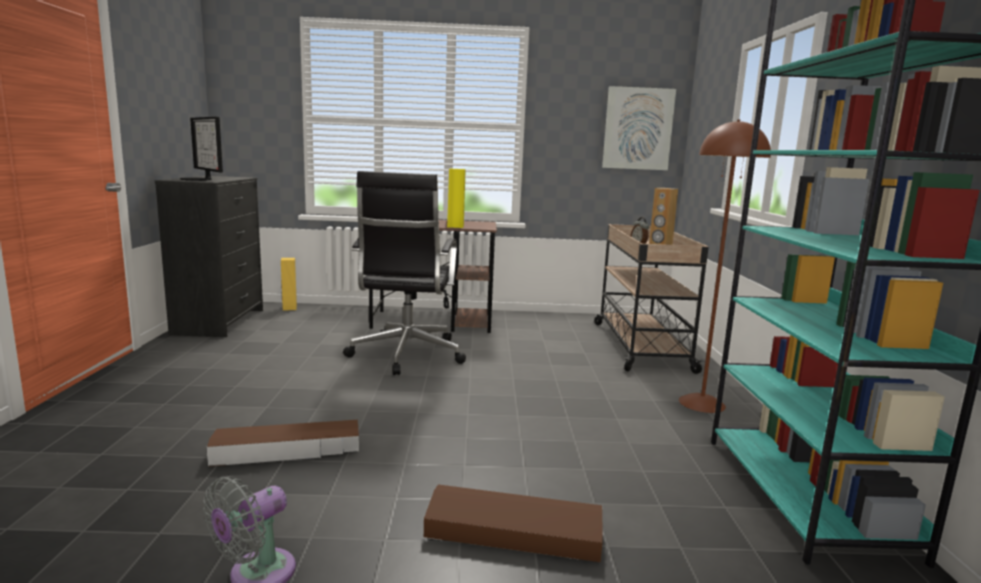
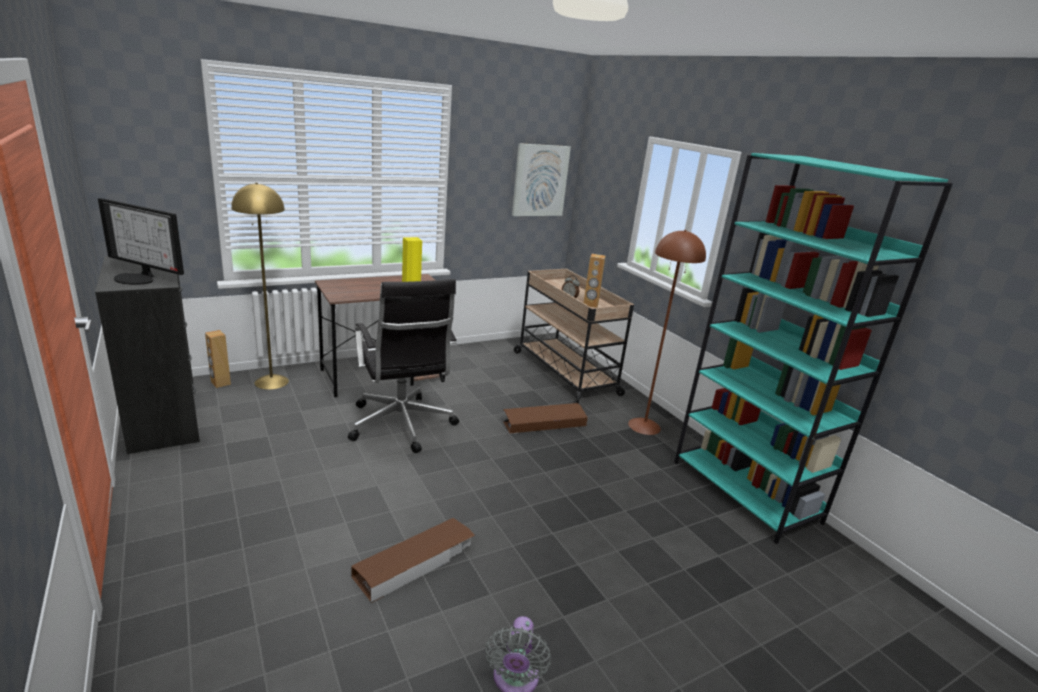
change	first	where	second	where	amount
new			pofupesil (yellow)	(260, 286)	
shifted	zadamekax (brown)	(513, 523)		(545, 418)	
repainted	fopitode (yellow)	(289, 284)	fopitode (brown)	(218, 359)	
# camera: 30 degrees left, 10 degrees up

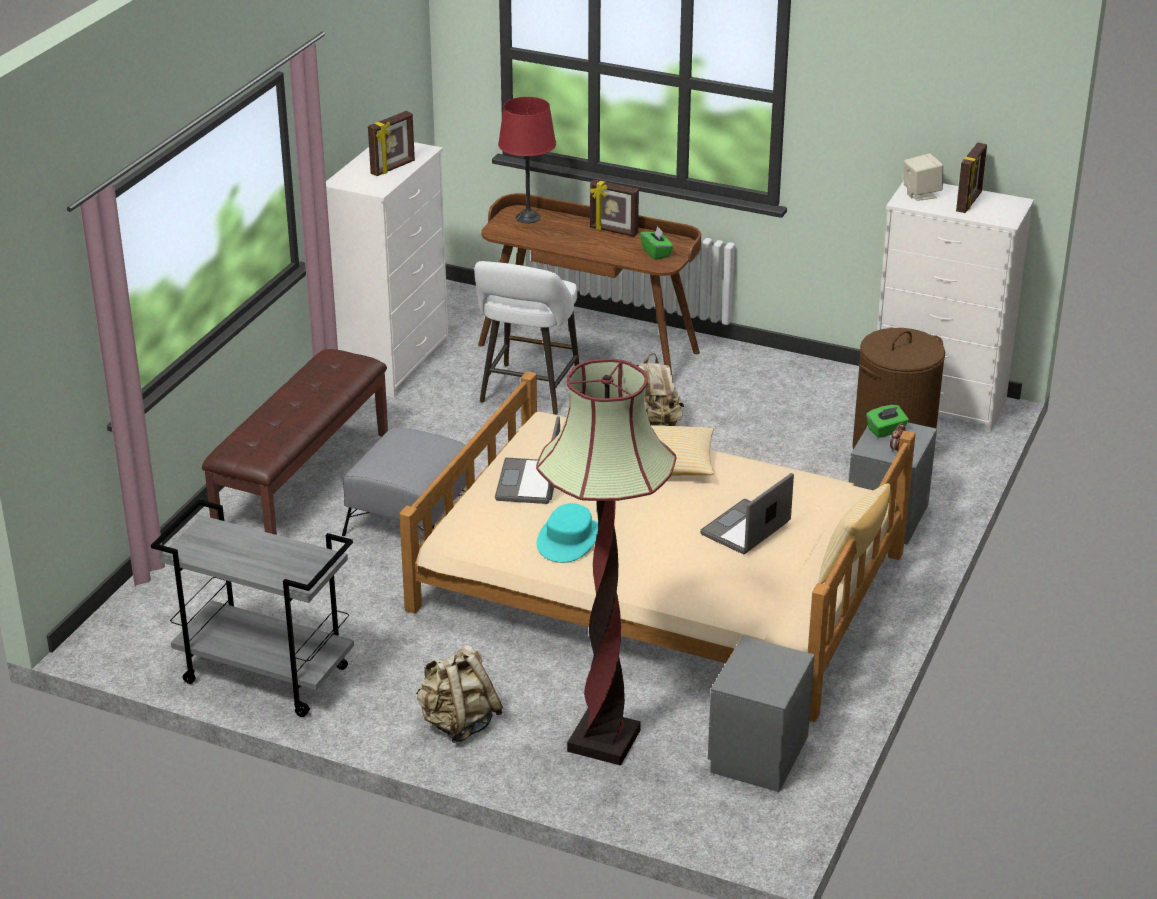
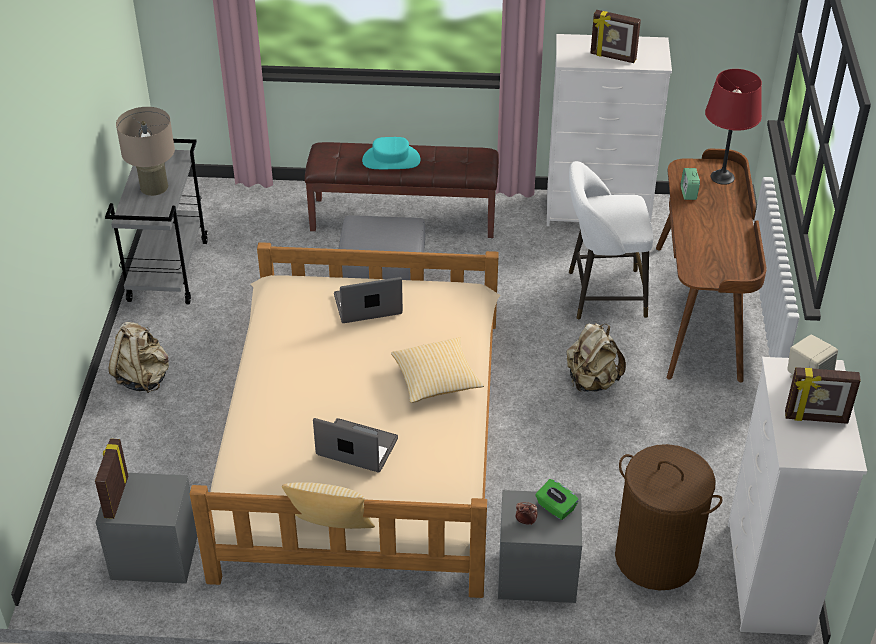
change	first	where	second	where	amount
gone	pofupesil	(606, 562)			
gone	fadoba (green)	(656, 243)			
new			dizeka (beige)	(145, 151)	
new			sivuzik	(690, 184)	
shifted	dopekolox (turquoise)	(567, 533)		(391, 153)	
shifted	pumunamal	(614, 208)		(111, 478)	
# camera: 70 degrees right, 10 degrees up

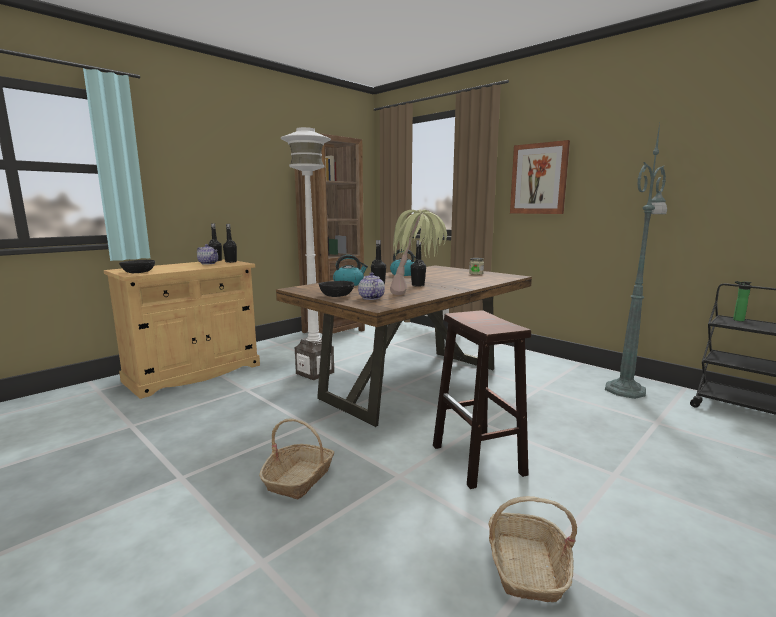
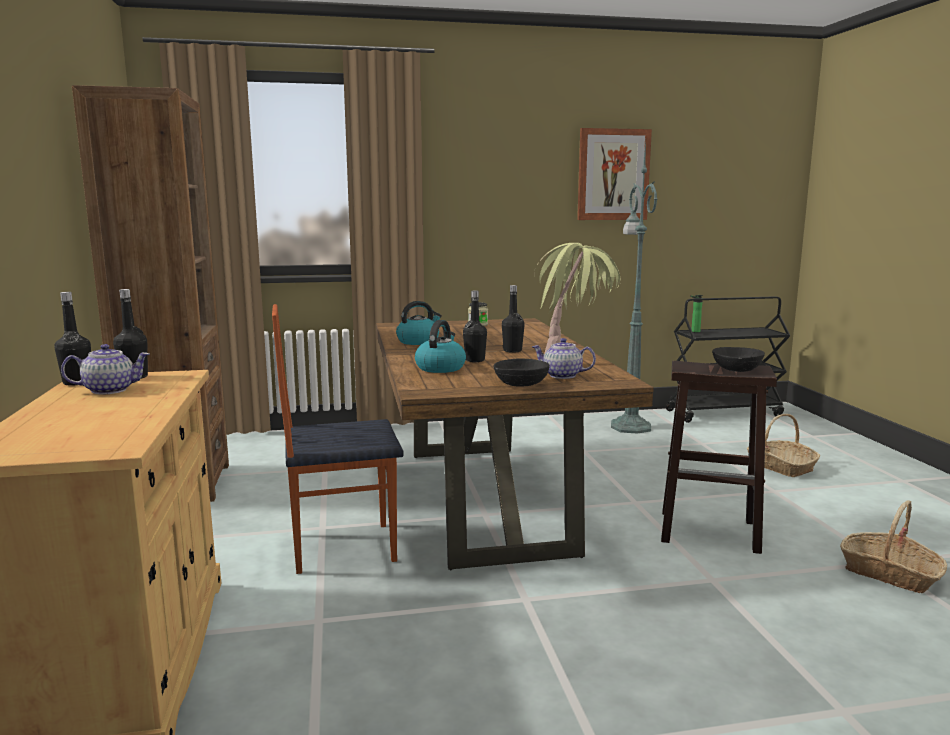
change	first	where	second	where	amount
shifted	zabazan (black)	(137, 266)		(738, 359)	
shifted	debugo	(296, 459)		(783, 445)	
shifted	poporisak	(540, 177)		(614, 174)	
swapped	pofupesil (white)	(307, 253)	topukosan	(337, 439)	
# camera: 55 degrees left, 0 degrees up

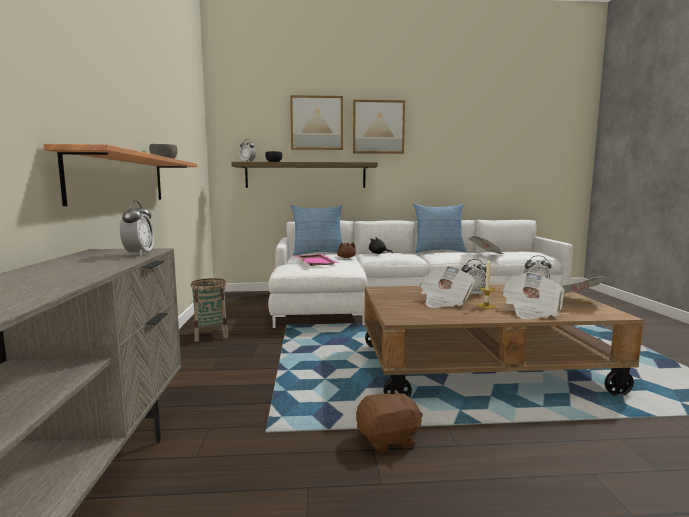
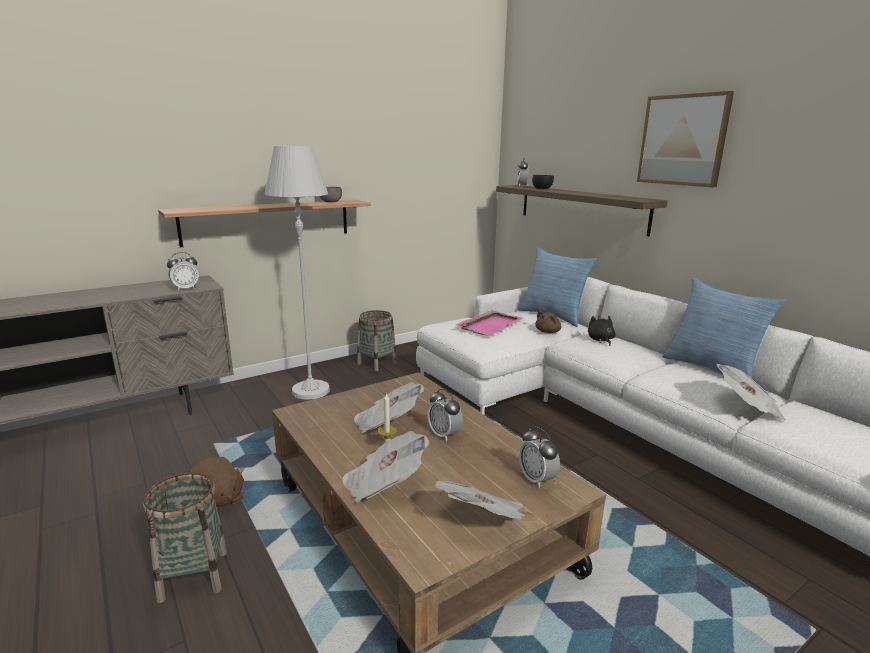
change	first	where	second	where	amount
gone	poporisak	(316, 122)			
new			debugo	(185, 537)	
new			pofupesil (white)	(297, 273)	
# camera: 60 degrees right, 10 degrees up

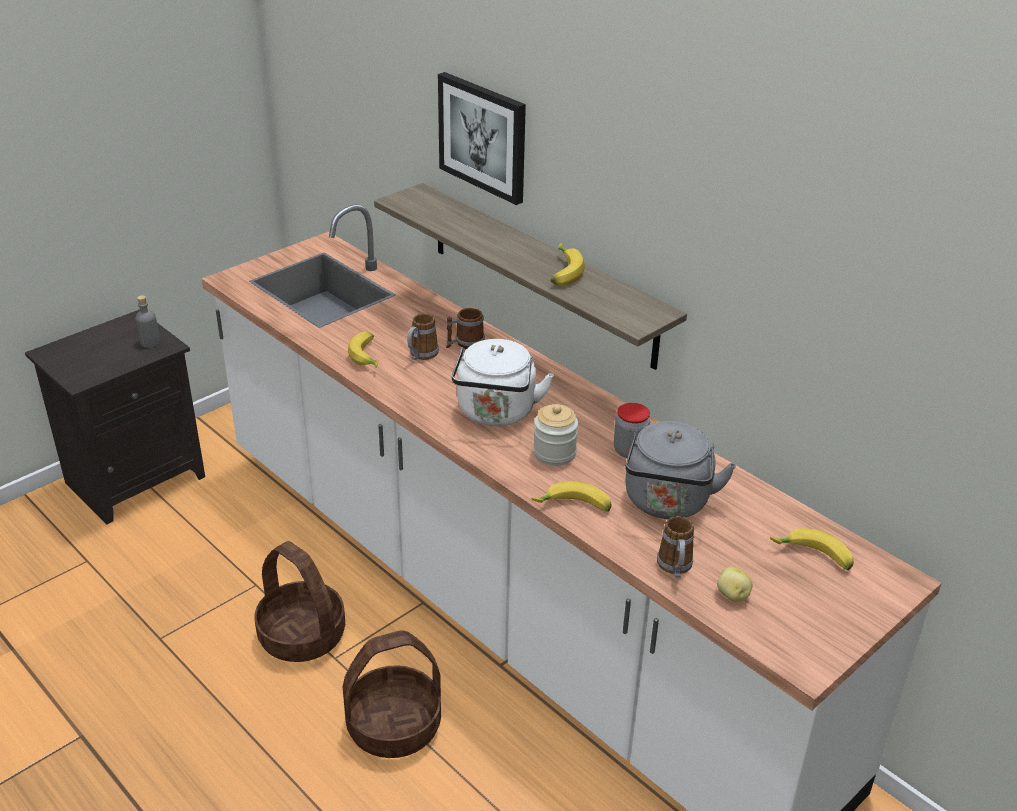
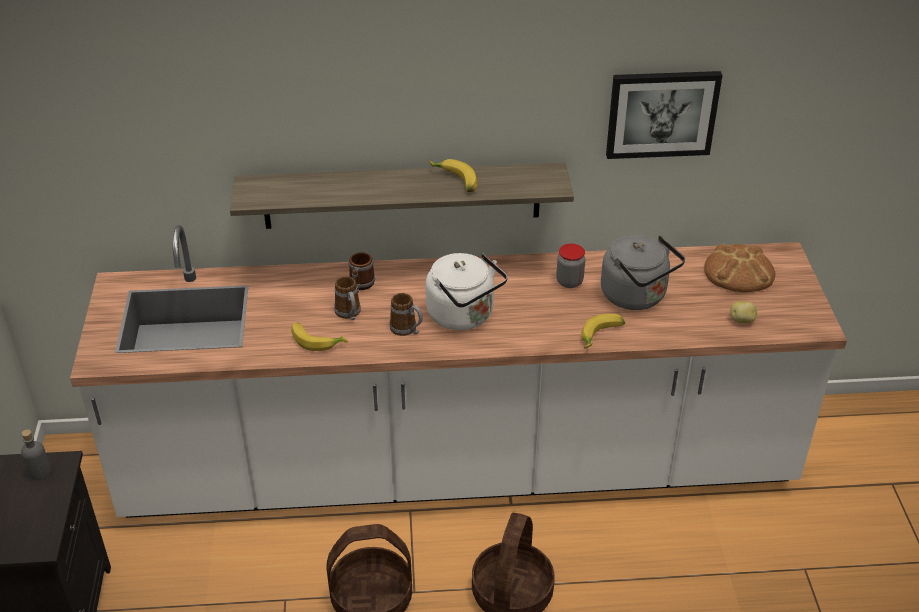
change	first	where	second	where	amount
gone	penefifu	(555, 435)			
shifted	poporisak	(482, 138)		(664, 115)	
shifted	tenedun	(675, 547)		(406, 314)	
swapped	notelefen	(812, 549)	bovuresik	(740, 268)	
# camera: 50 degrees left, 5 degrees up

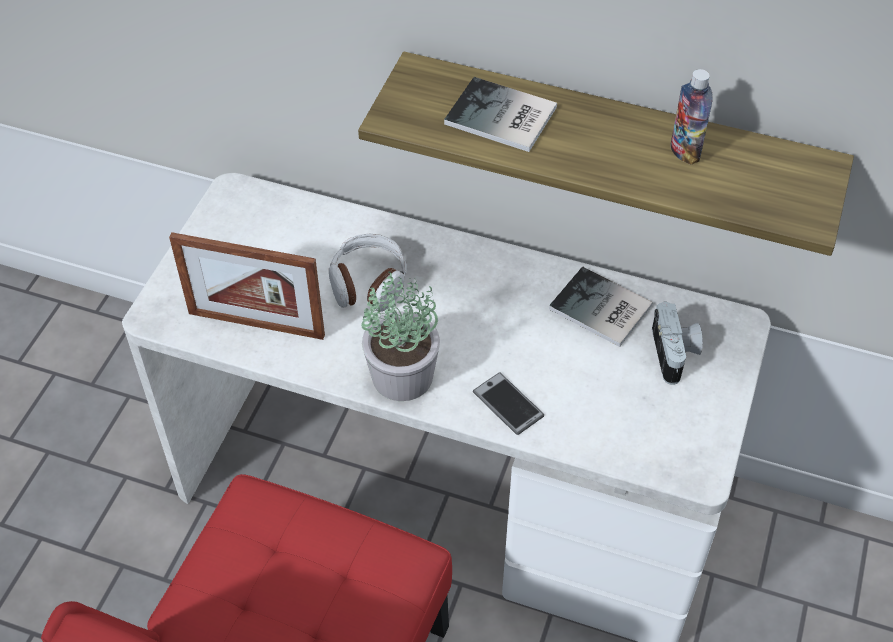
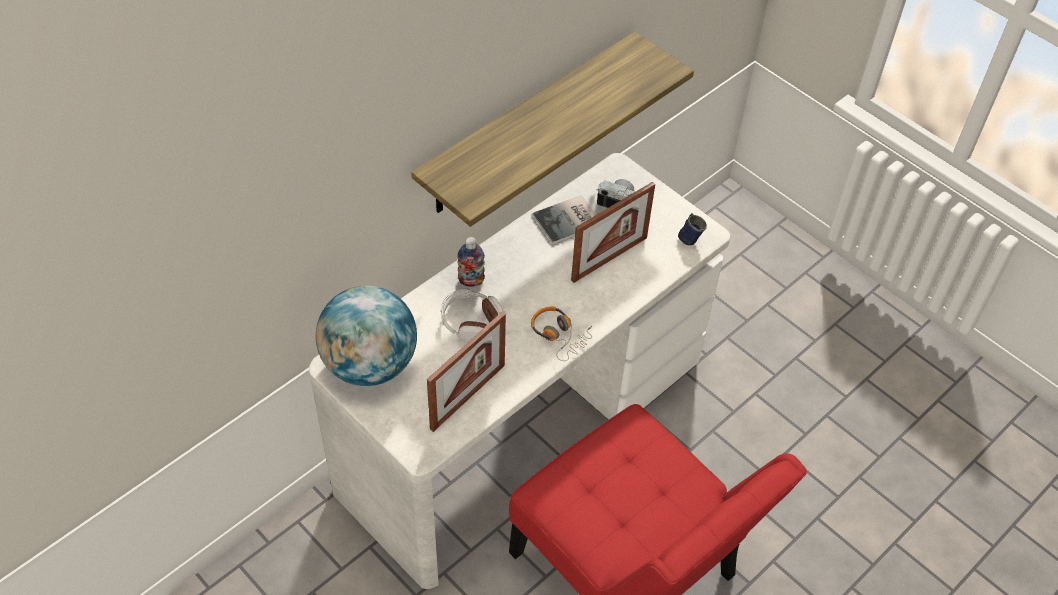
change	first	where	second	where	amount
gone	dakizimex	(500, 114)			
gone	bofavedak	(508, 403)			
new			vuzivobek	(366, 336)	
new			pumunamal	(613, 232)	
new			tenedun (blue)	(692, 229)	
shifted	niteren	(691, 117)		(471, 262)	
swapped	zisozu	(400, 336)	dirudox	(561, 334)	
# camera: 65 degrees left, 0 degrees up

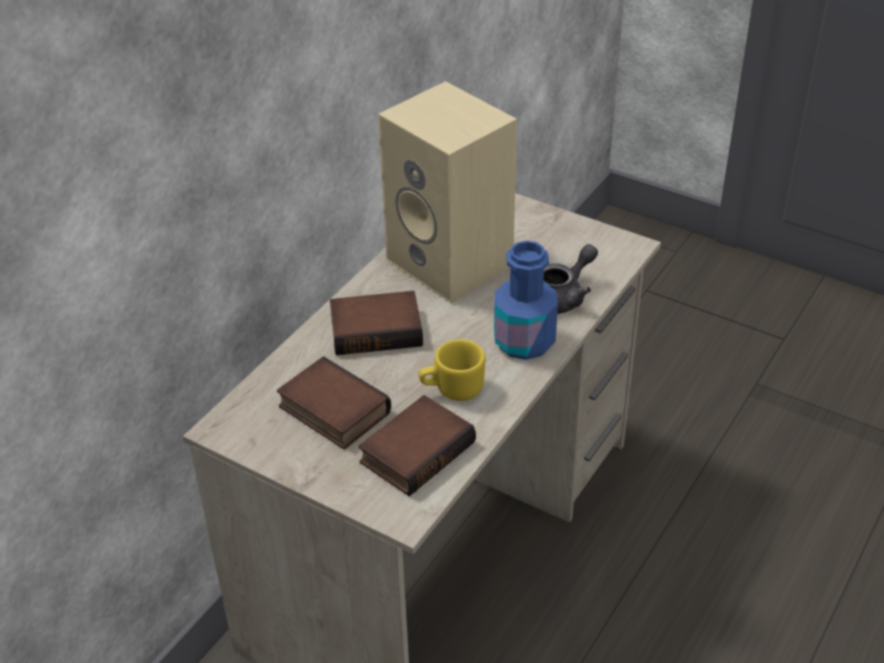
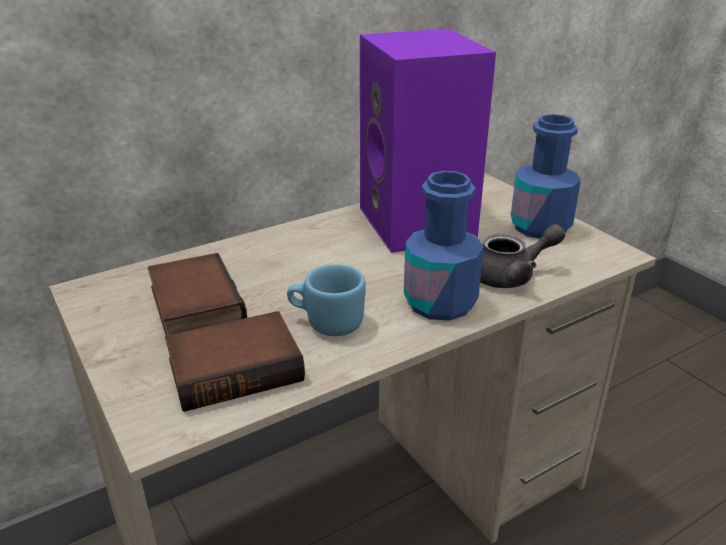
change	first	where	second	where	amount
gone	dakizimex	(376, 323)			
new			niteren (blue)	(546, 176)	
repainted	fopitode (beige)	(447, 192)	fopitode (purple)	(428, 141)	
repainted	tenedun (yellow)	(451, 370)	tenedun (blue)	(326, 300)	
# camera: 25 degrees right, 10 degrees down

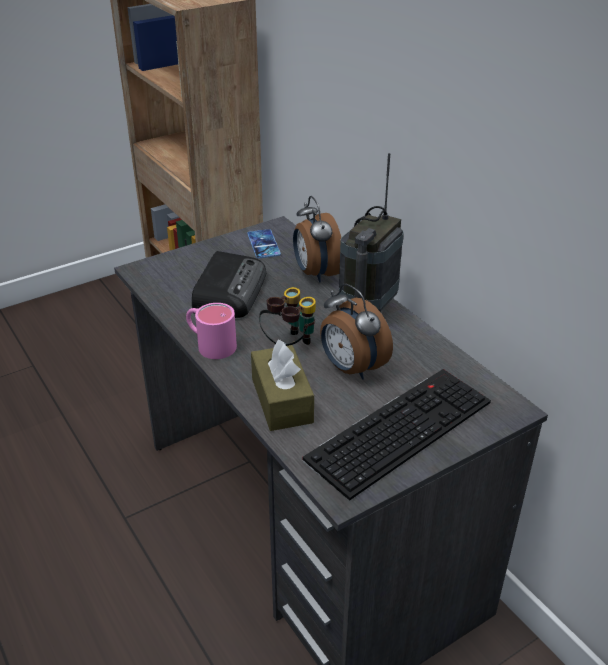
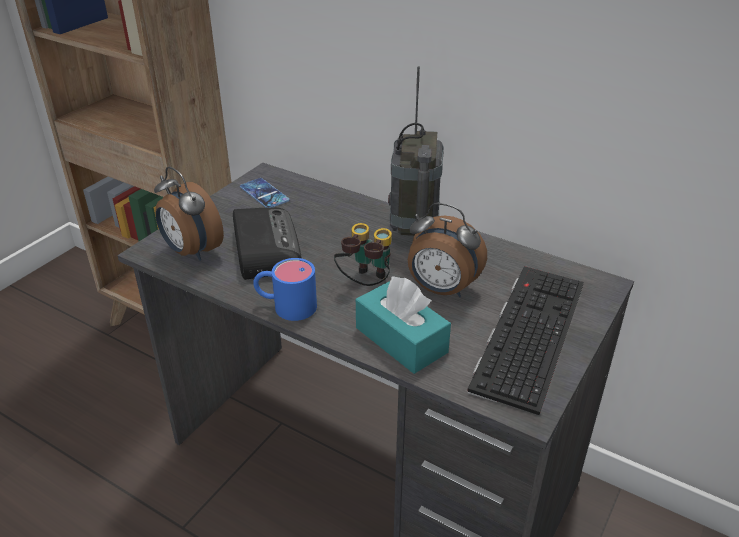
change	first	where	second	where	amount
shifted	sivuzik	(317, 239)		(189, 213)	
repainted	tenedun (pink)	(211, 331)	tenedun (blue)	(285, 289)	
repainted	fadoba (brown)	(282, 385)	fadoba (turquoise)	(403, 325)	
# camera: 25 degrees left, 0 degrees up

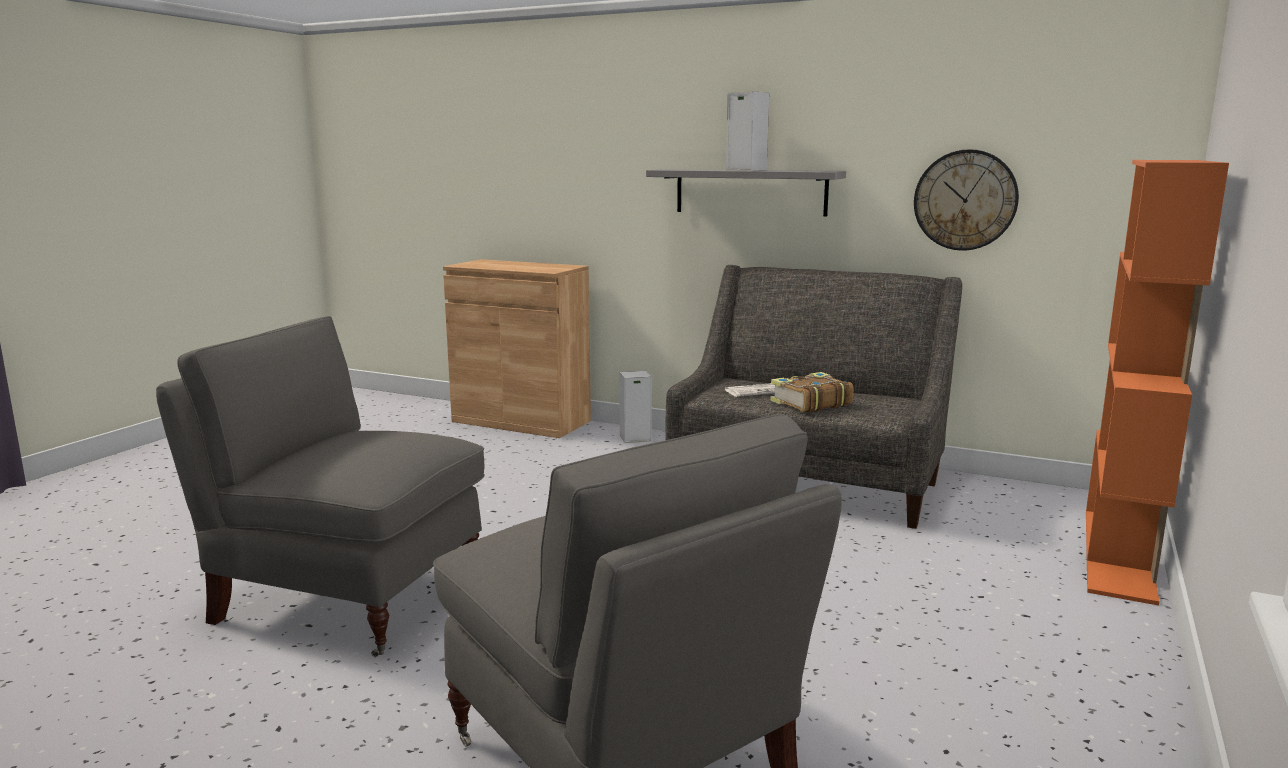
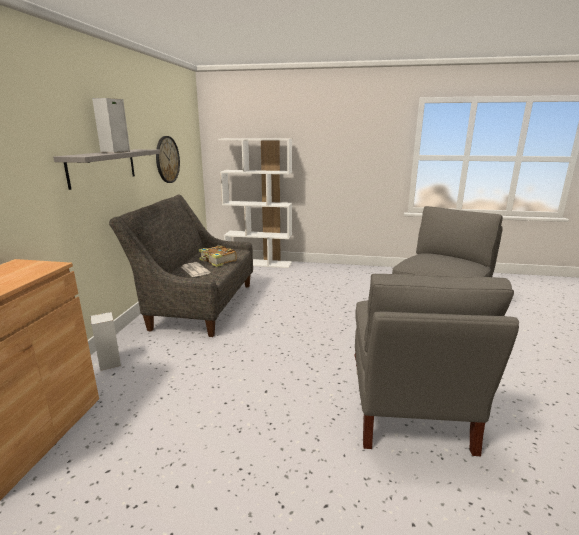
change	first	where	second	where	amount
repainted	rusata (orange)	(1157, 383)	rusata (white)	(255, 203)	
# camera: 105 degrees left, 5 degrees up

